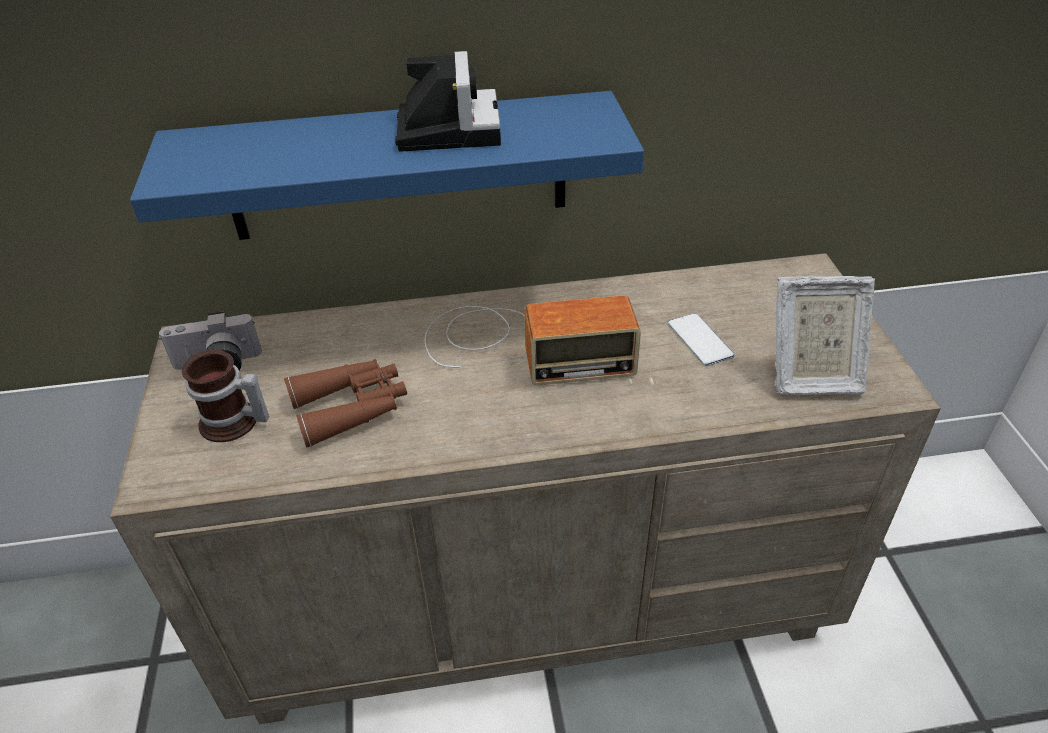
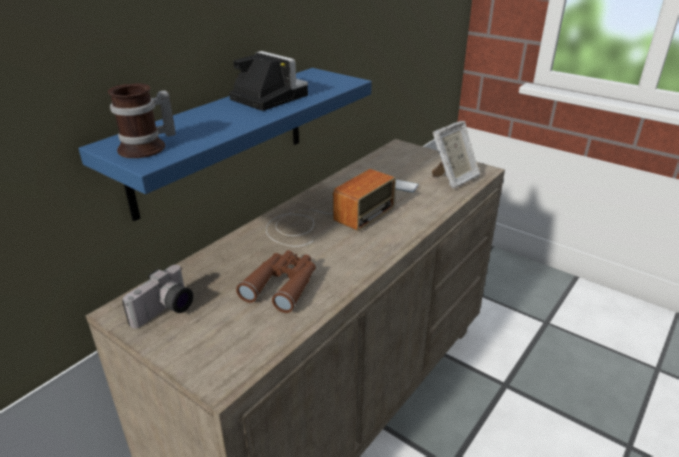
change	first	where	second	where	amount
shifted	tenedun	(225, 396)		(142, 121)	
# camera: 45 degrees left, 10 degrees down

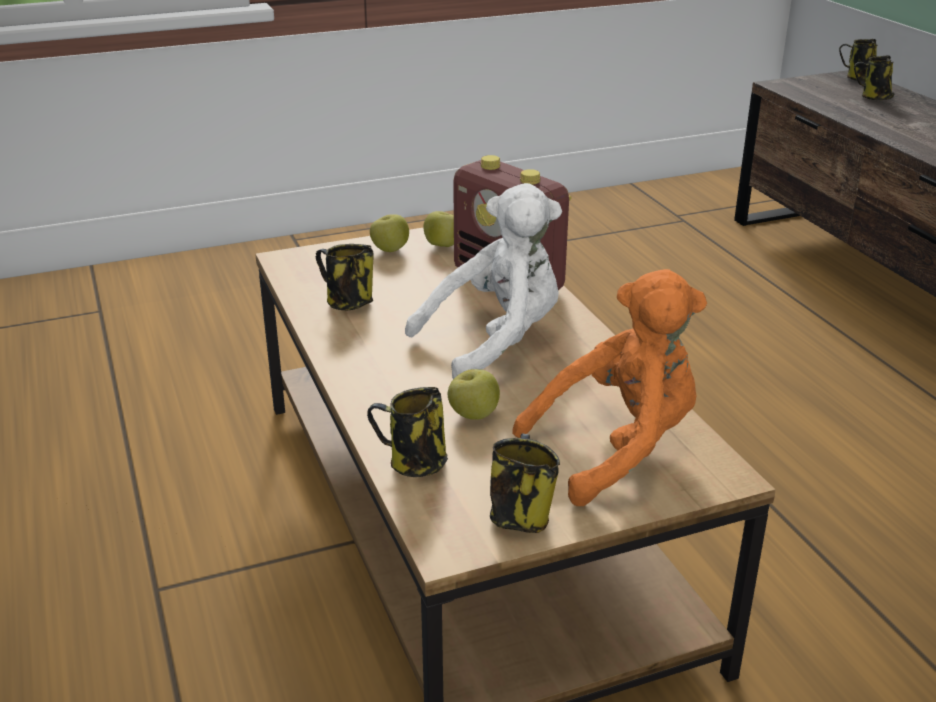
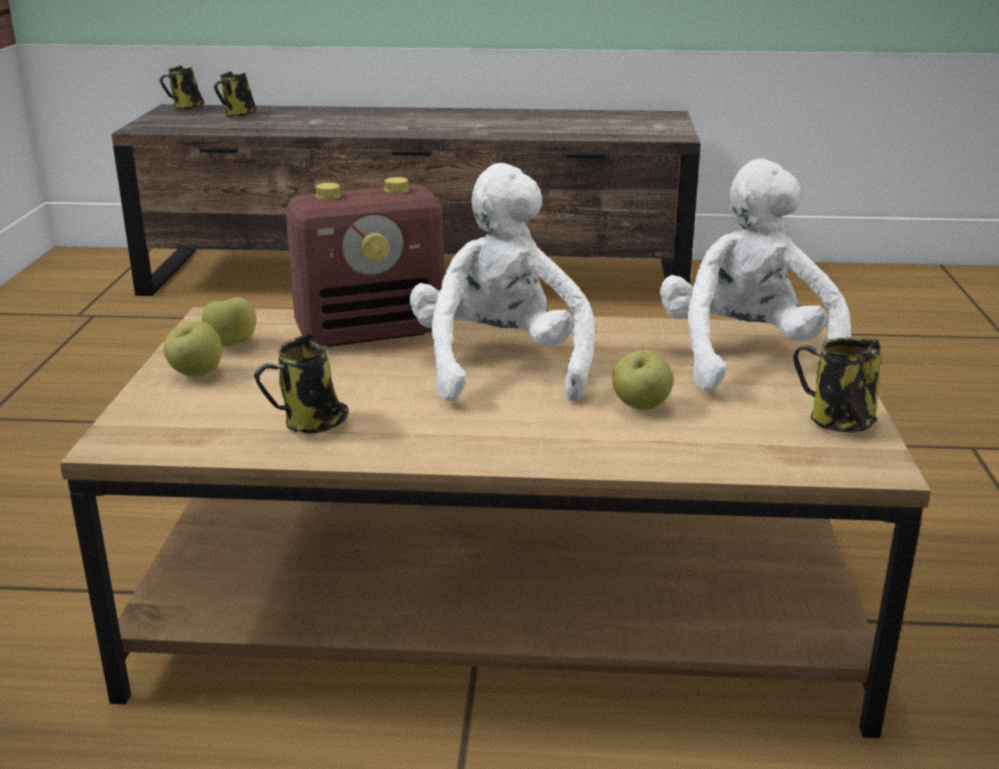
change	first	where	second	where	amount
gone	tenedun	(407, 432)			
repainted	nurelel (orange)	(609, 387)	nurelel (white)	(755, 275)	
# camera: 65 degrees left, 5 degrees down

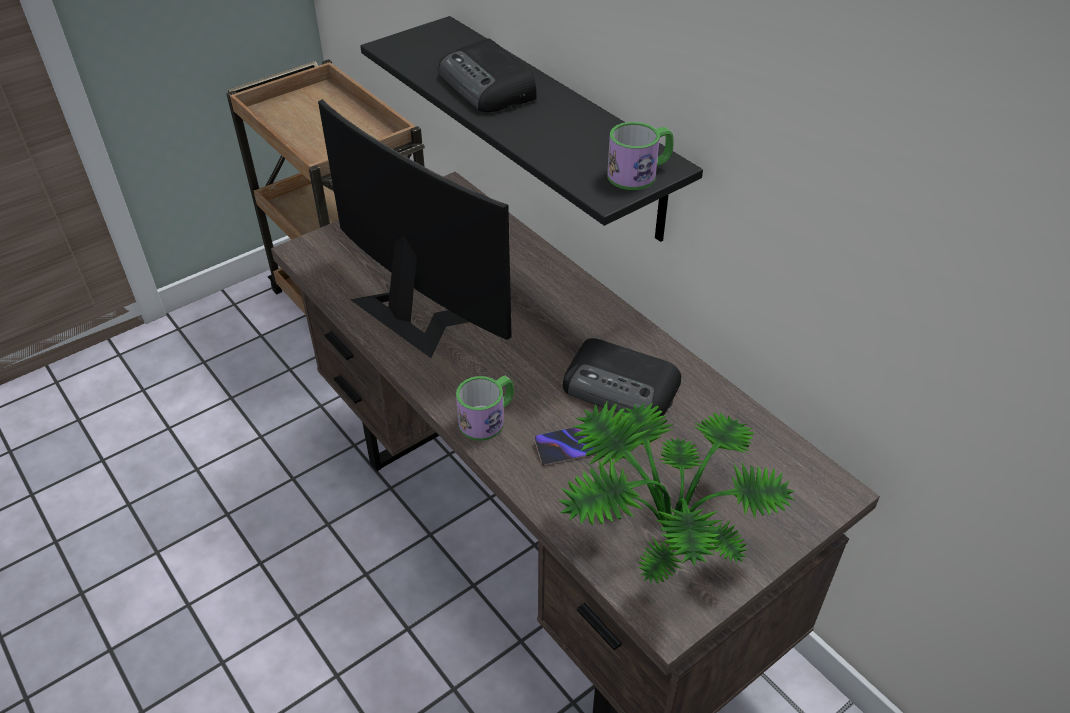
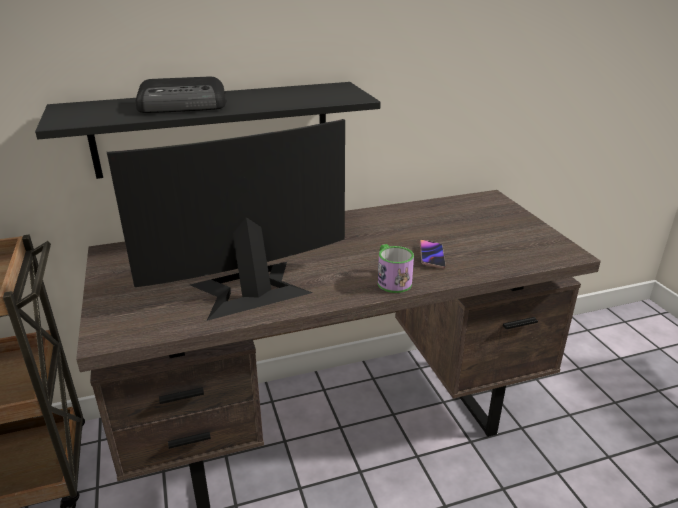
change	first	where	second	where	amount
gone	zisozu	(676, 493)			
gone	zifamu	(622, 377)			
gone	tenedun	(640, 156)			
# camera: 70 degrees left, 15 degrees down

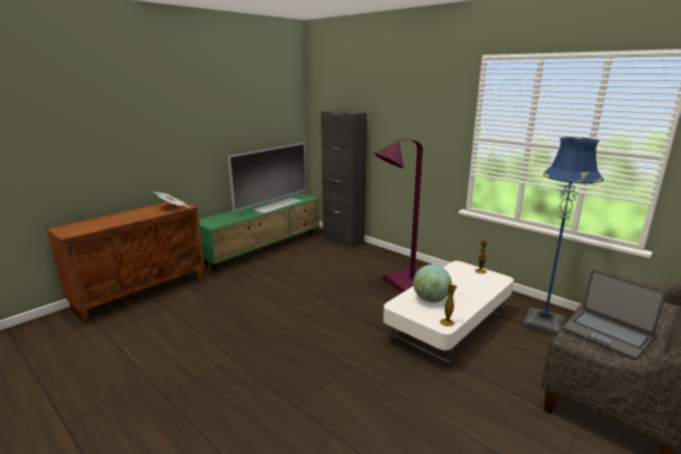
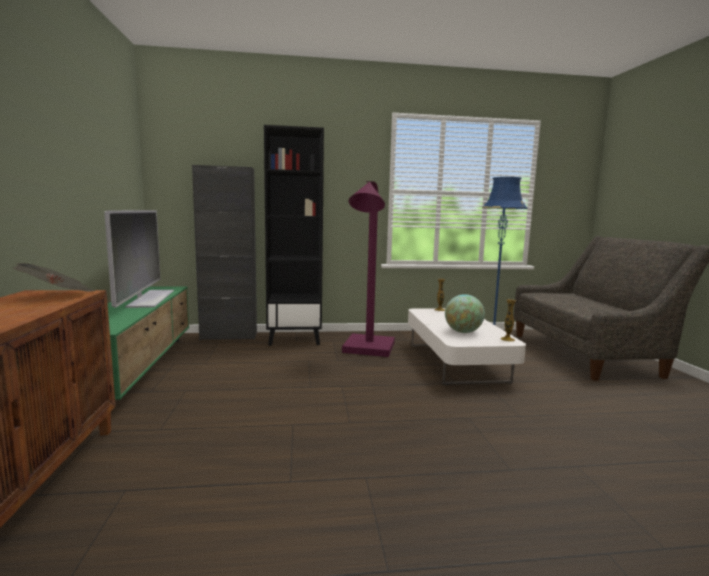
change	first	where	second	where	amount
gone	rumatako	(614, 315)			
new			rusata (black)	(294, 235)	
# camera: 50 degrees left, 10 degrees down

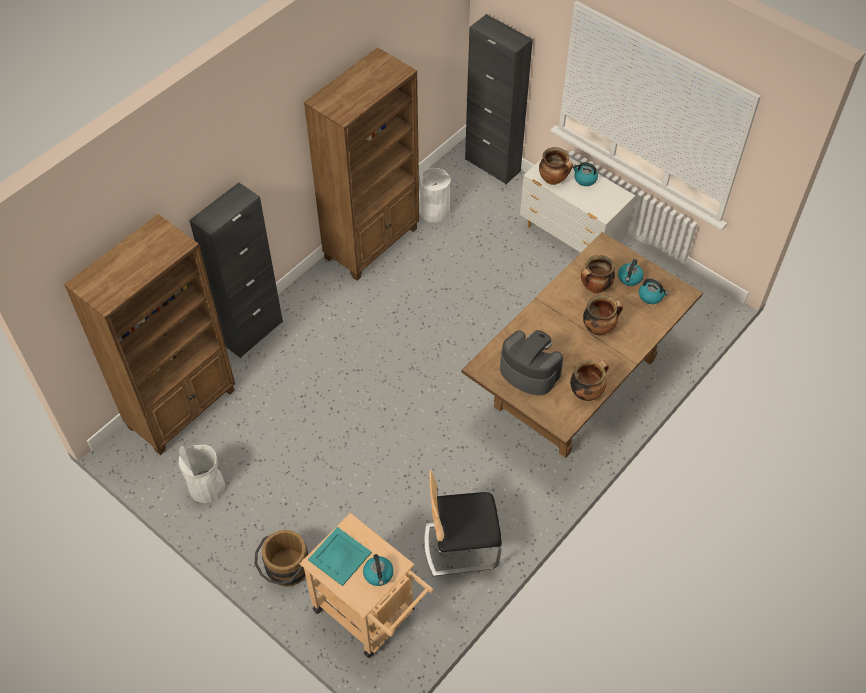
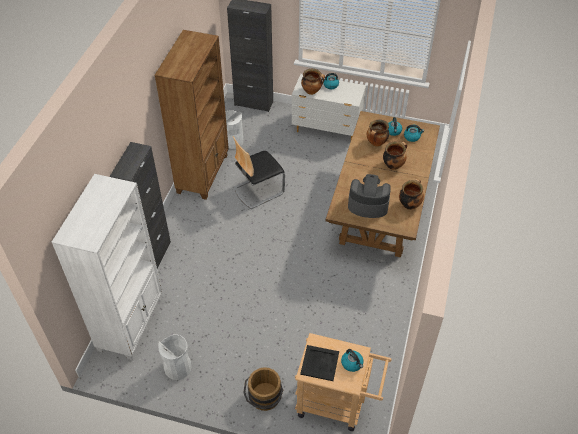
change	first	where	second	where	amount
shifted	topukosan	(463, 523)		(259, 172)	
repainted	rusata (brown)	(149, 334)	rusata (white)	(107, 267)	
repainted	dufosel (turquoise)	(340, 556)	dufosel (black)	(319, 363)	
# camera: 25 degrees left, 5 degrees down

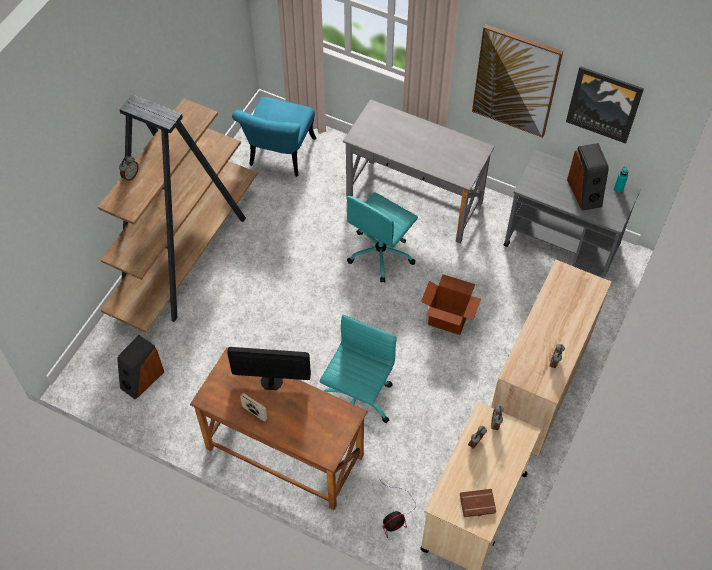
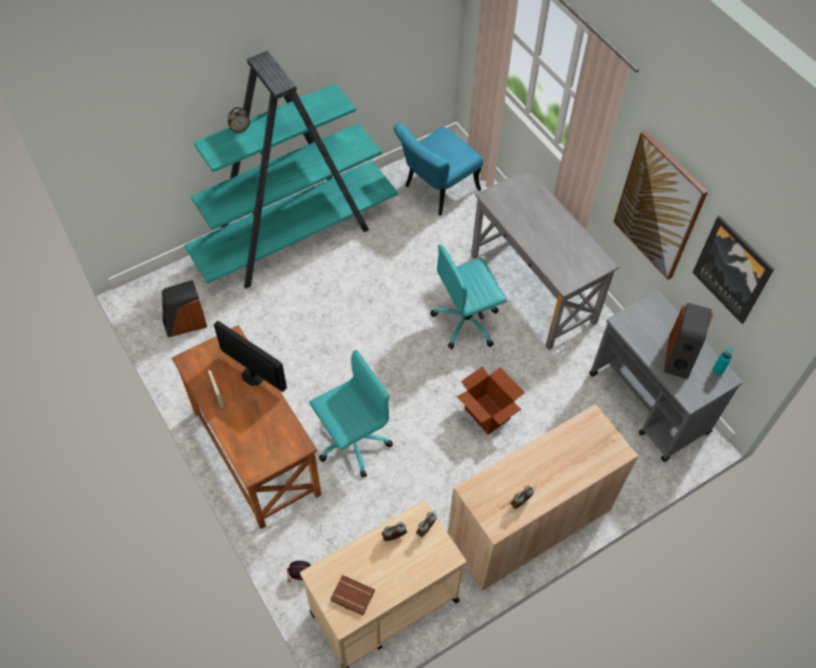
change	first	where	second	where	amount
repainted	rusata (brown)	(177, 213)	rusata (turquoise)	(291, 170)	
# camera: 30 degrees right, 0 degrees up

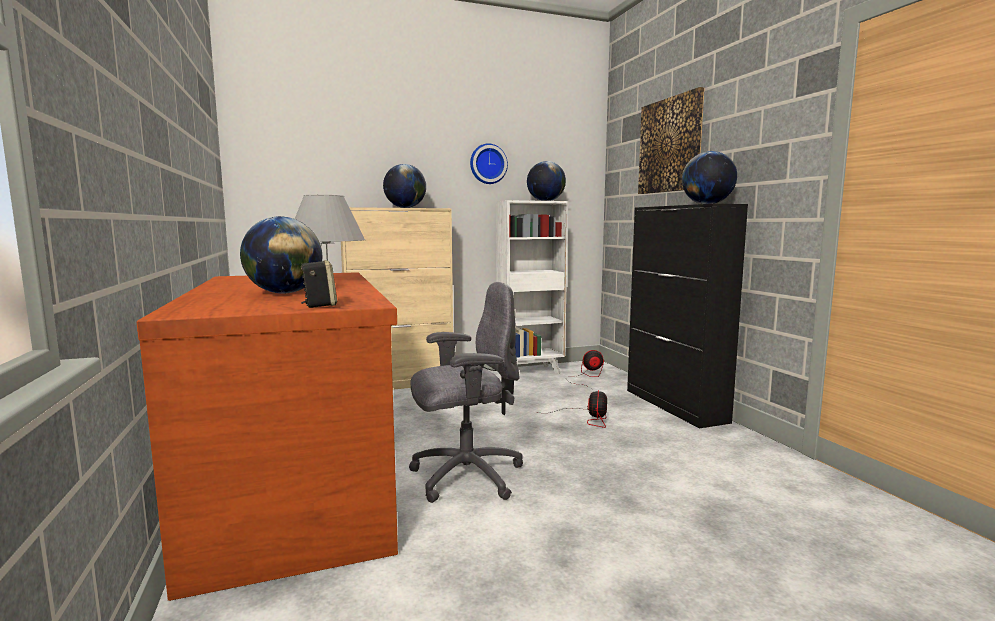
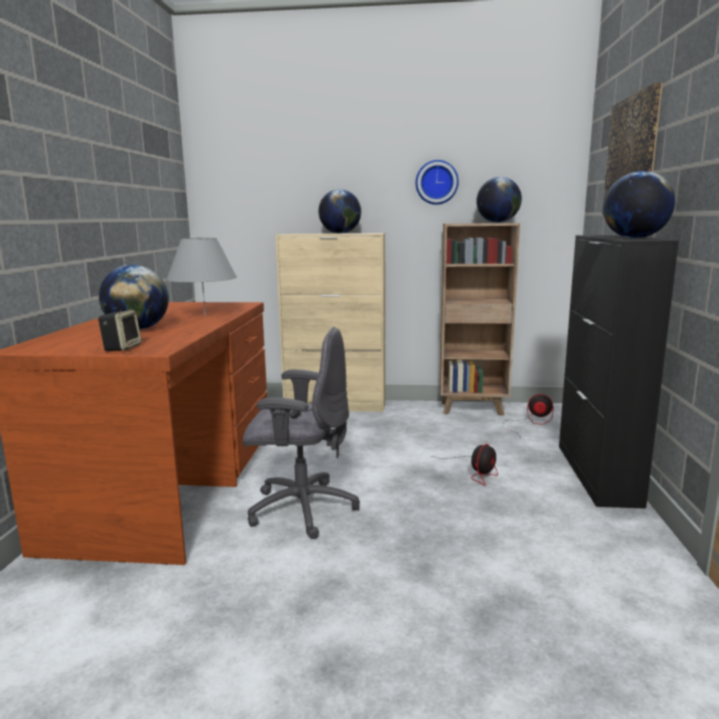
change	first	where	second	where	amount
repainted	rusata (white)	(532, 287)	rusata (brown)	(479, 319)	
# camera: 25 degrees right, 5 degrees up

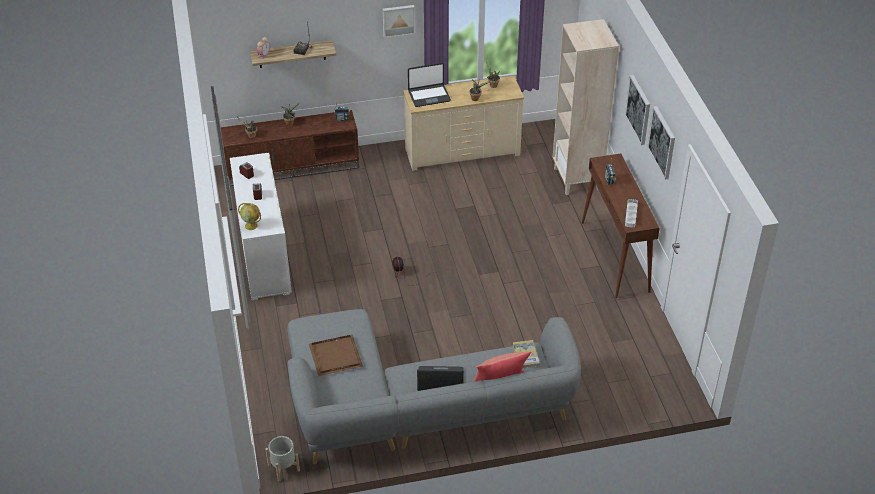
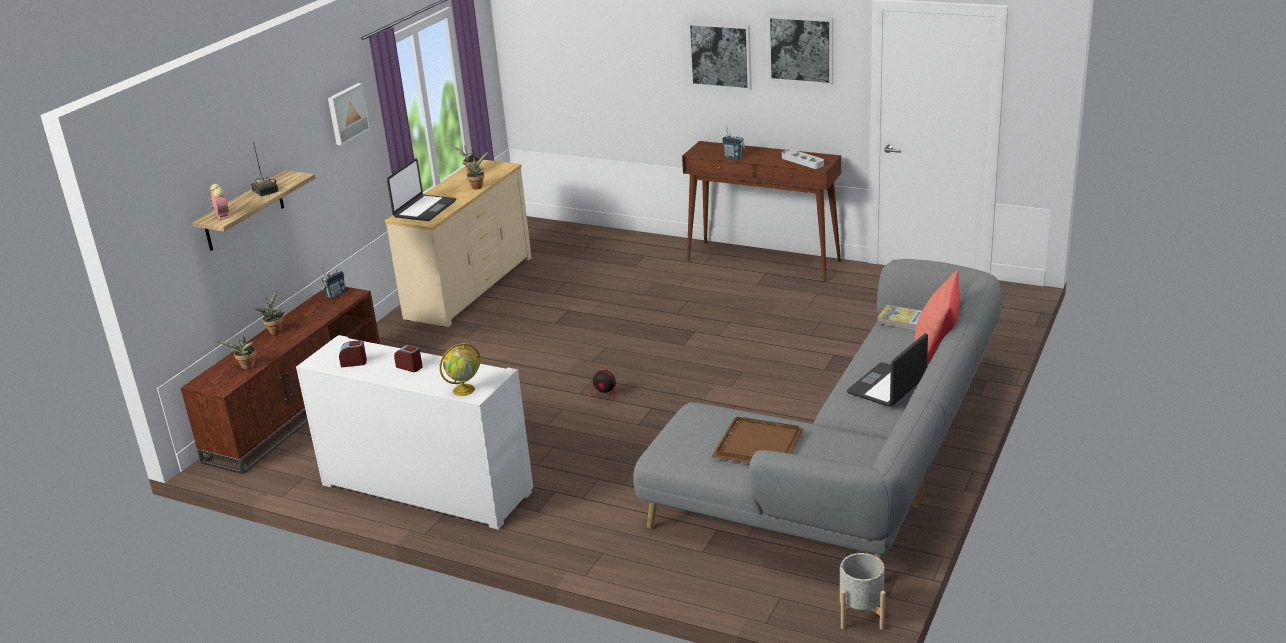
change	first	where	second	where	amount
gone	rusata (beige)	(586, 107)			
# camera: 50 degrees left, 15 degrees down

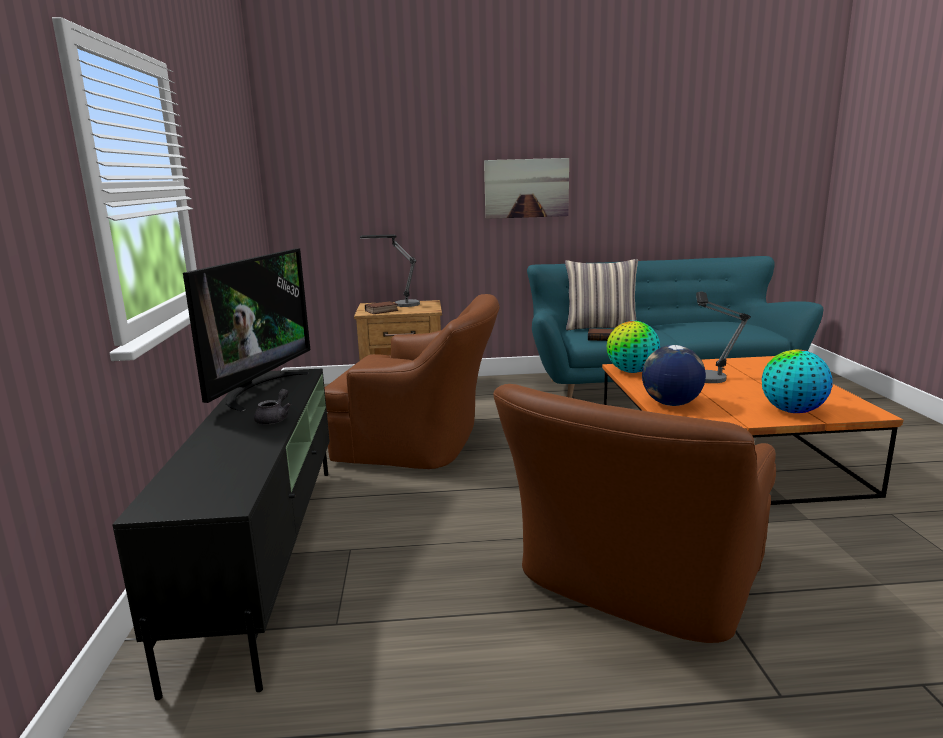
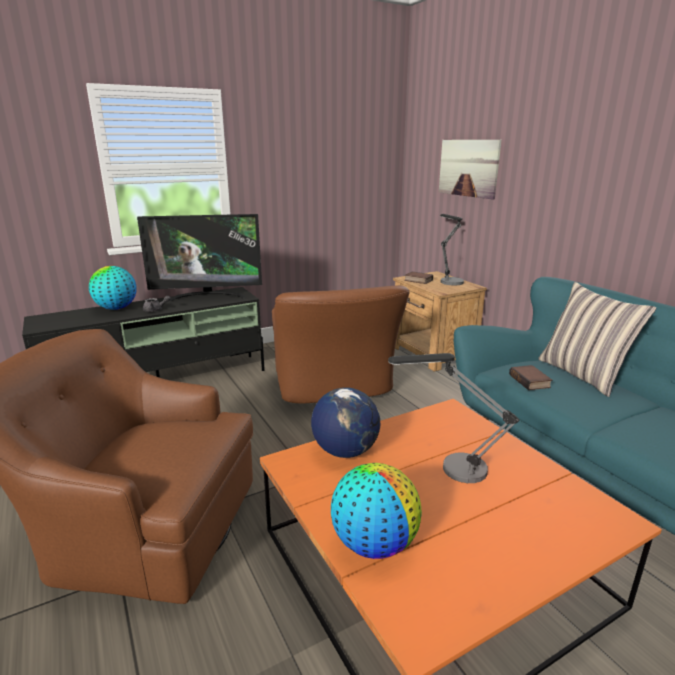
change	first	where	second	where	amount
shifted	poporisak	(526, 188)		(470, 170)	
shifted	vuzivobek	(633, 347)		(112, 288)	
# camera: 65 degrees right, 5 degrees up

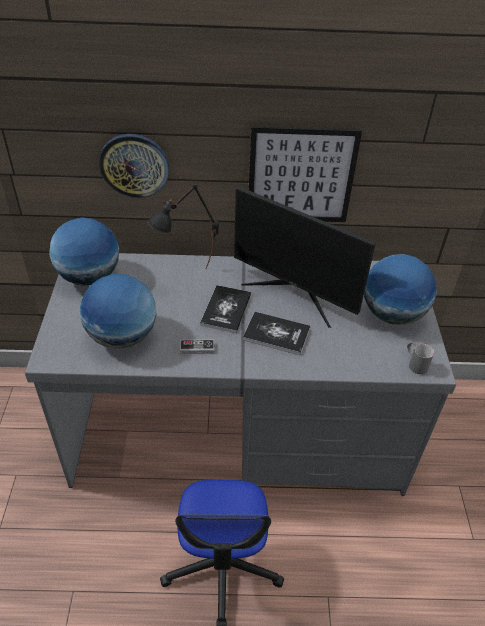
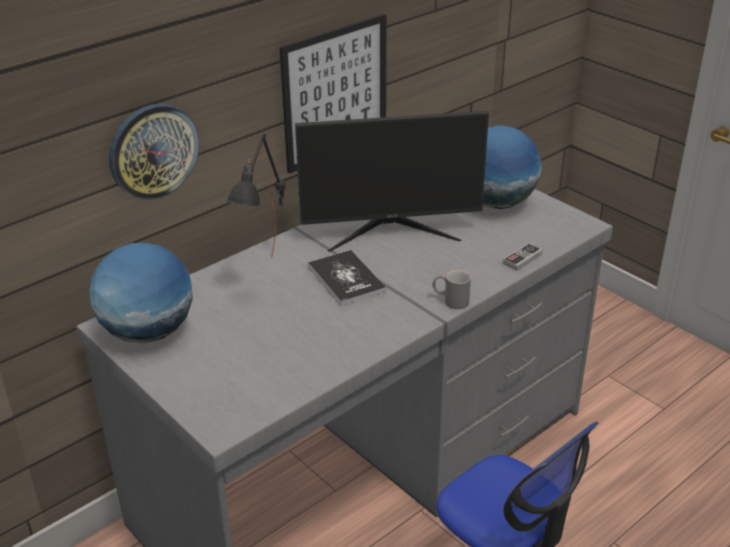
change	first	where	second	where	amount
gone	vuzivobek	(118, 311)			
gone	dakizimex	(276, 333)			
shifted	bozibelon	(197, 346)		(523, 257)	
shifted	tenedun (grey)	(420, 358)		(452, 289)	
# camera: 40 degrees left, 10 degrees down

